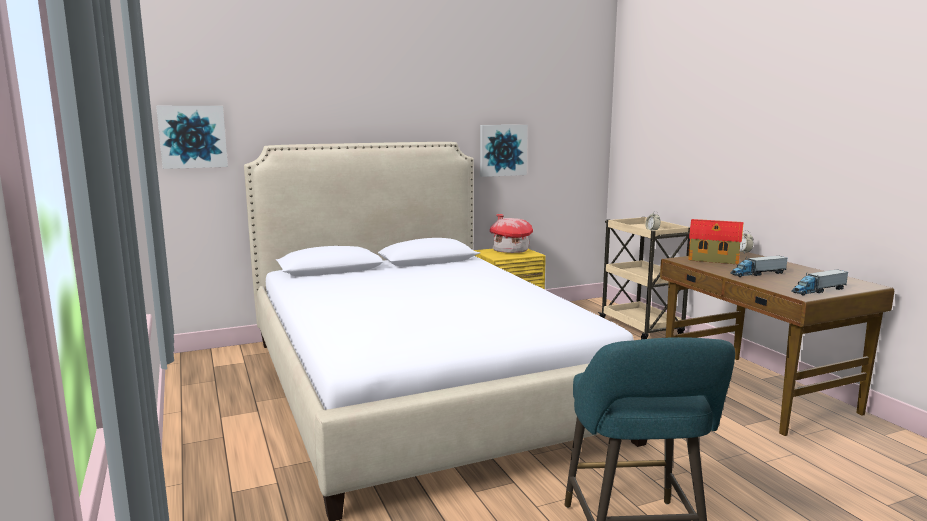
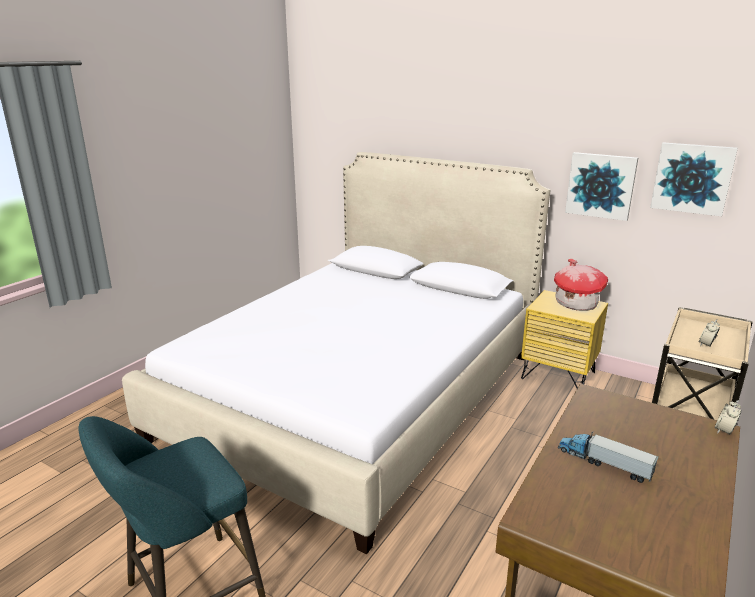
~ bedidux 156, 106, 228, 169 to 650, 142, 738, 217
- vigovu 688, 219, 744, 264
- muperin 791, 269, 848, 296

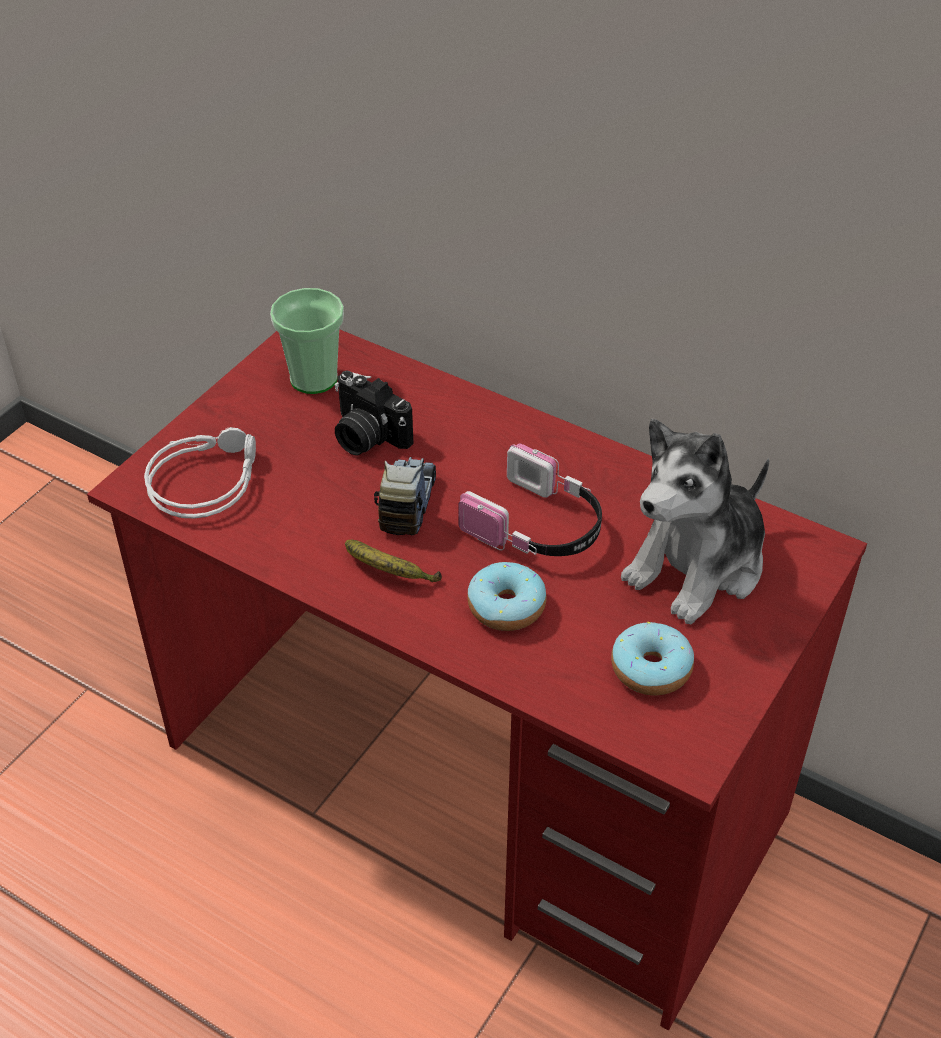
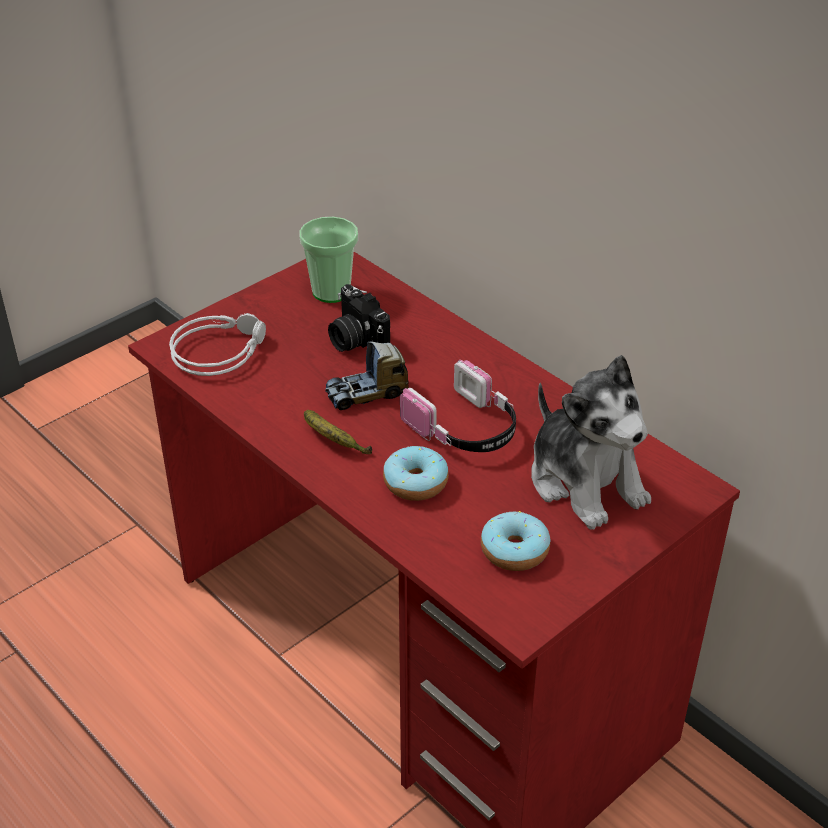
~ muperin 374, 457, 436, 536 = 325, 341, 409, 410 135 degrees counterclockwise
~ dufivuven 621, 419, 769, 624 = 531, 355, 651, 530 90 degrees counterclockwise

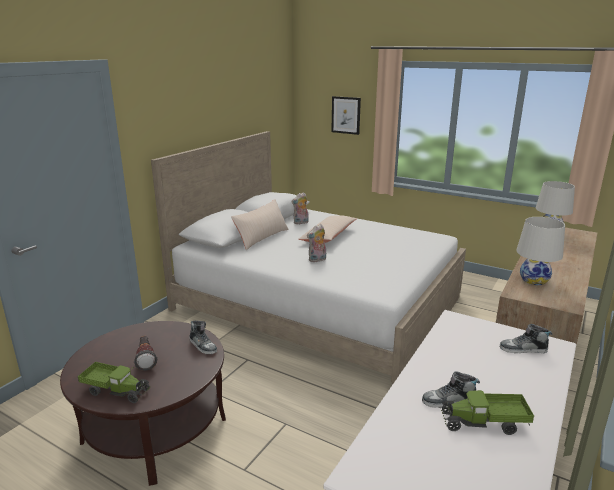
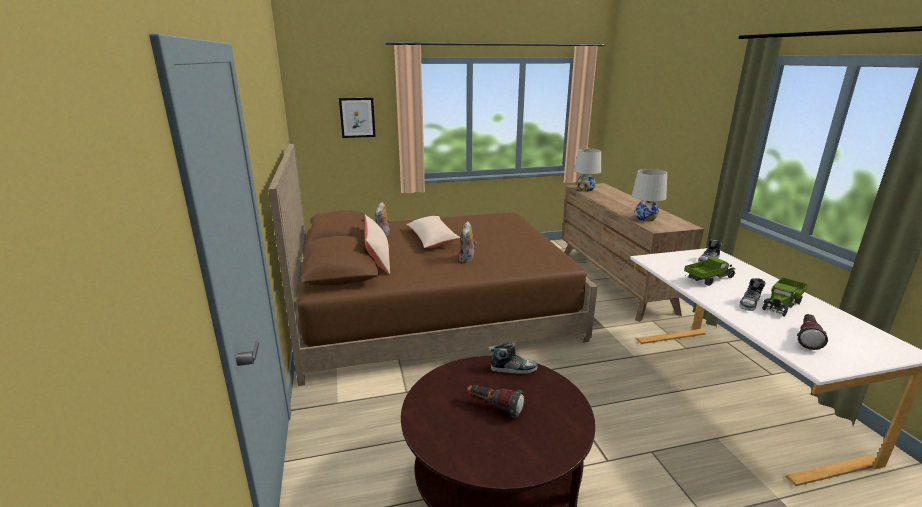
~ muperin 78, 362, 150, 403 to 684, 257, 736, 286
~ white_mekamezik 151, 131, 466, 385 to brown_mekamezik 268, 144, 598, 386
+ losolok 797, 314, 828, 350

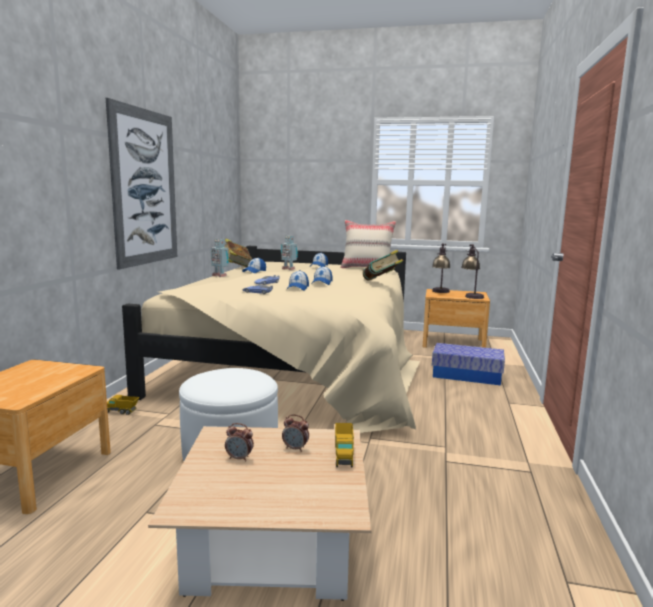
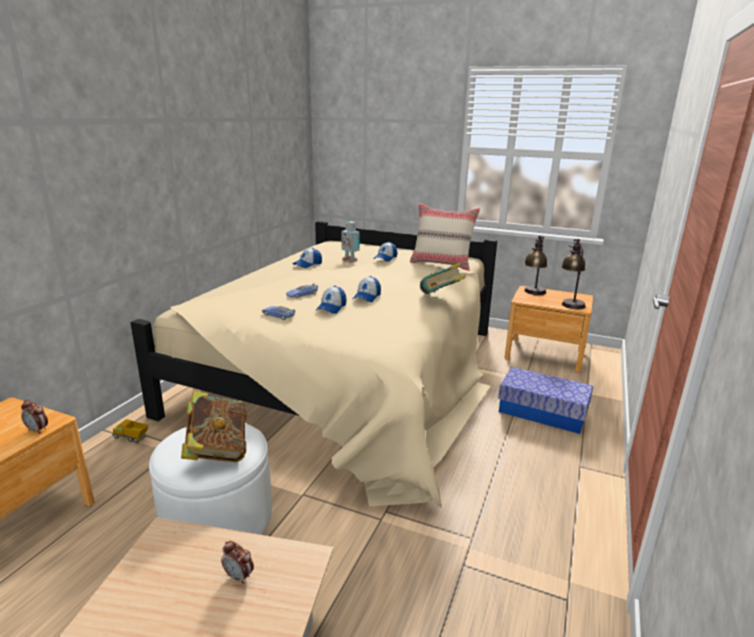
- bedidux 106, 98, 177, 269
- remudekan 211, 239, 229, 277
~ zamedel 223, 239, 252, 267 to 181, 391, 247, 462
~ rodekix 225, 423, 254, 462 to 21, 400, 48, 434
- muperin 335, 423, 354, 468

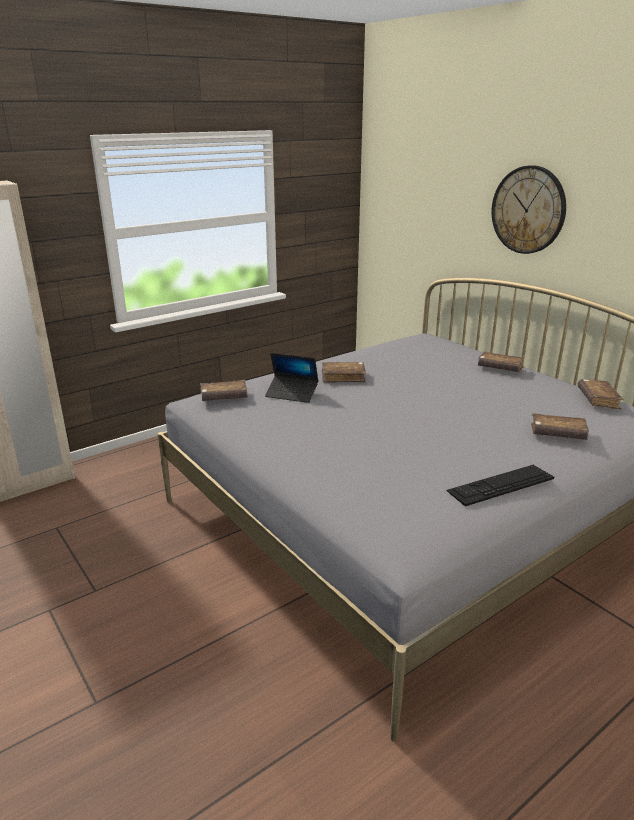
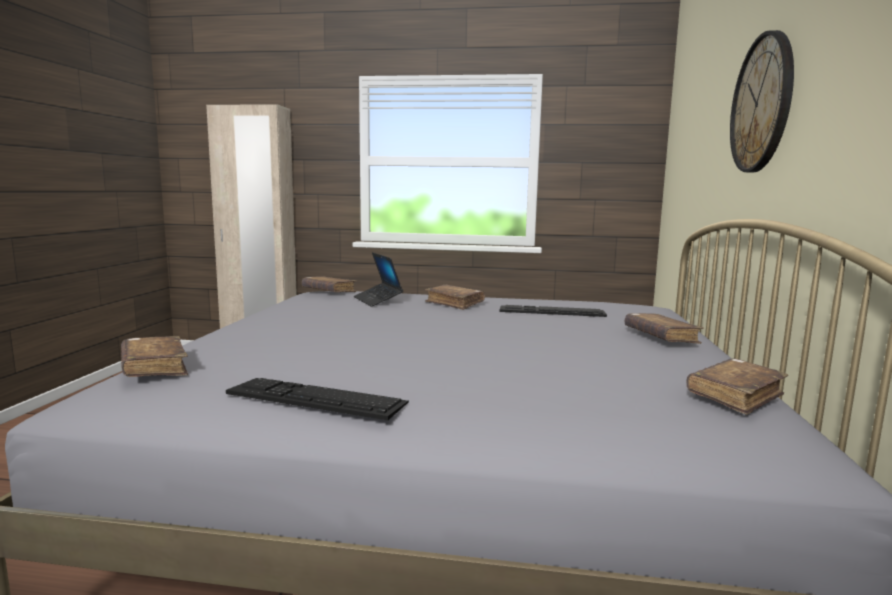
~ brown_zamedel 531, 413, 589, 440 to 121, 336, 188, 377
+ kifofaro 499, 305, 607, 317

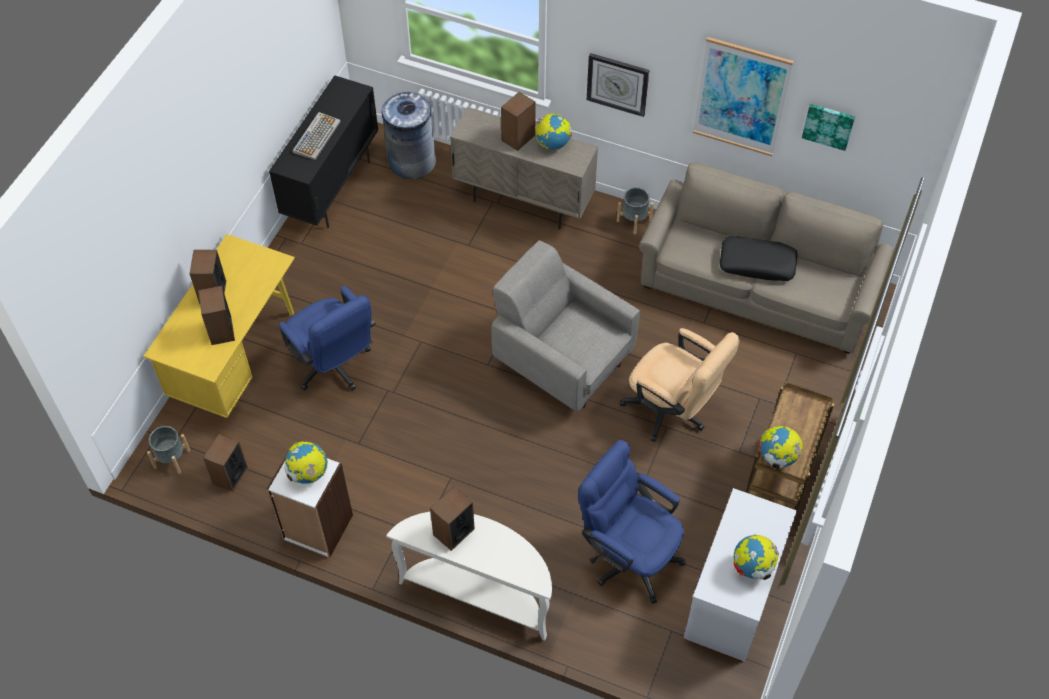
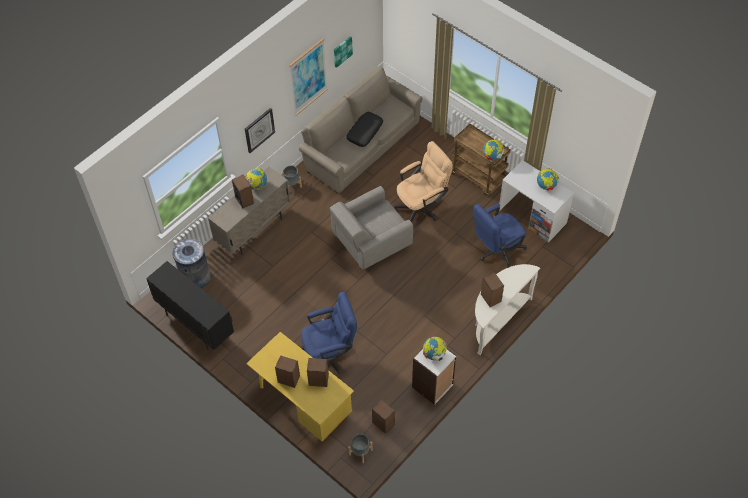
- kifofaro 292, 112, 341, 160

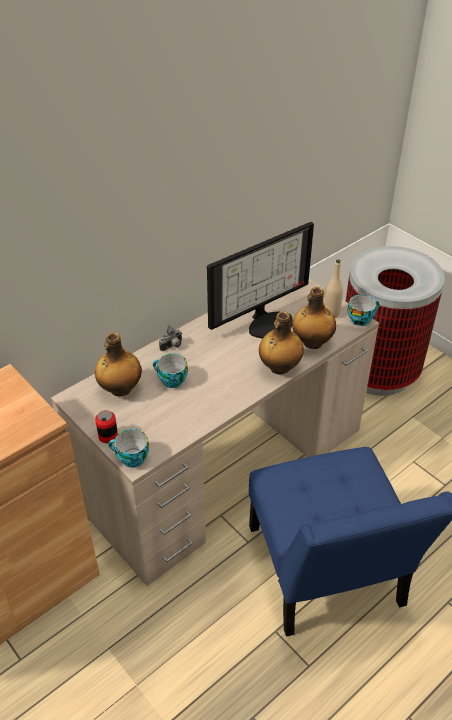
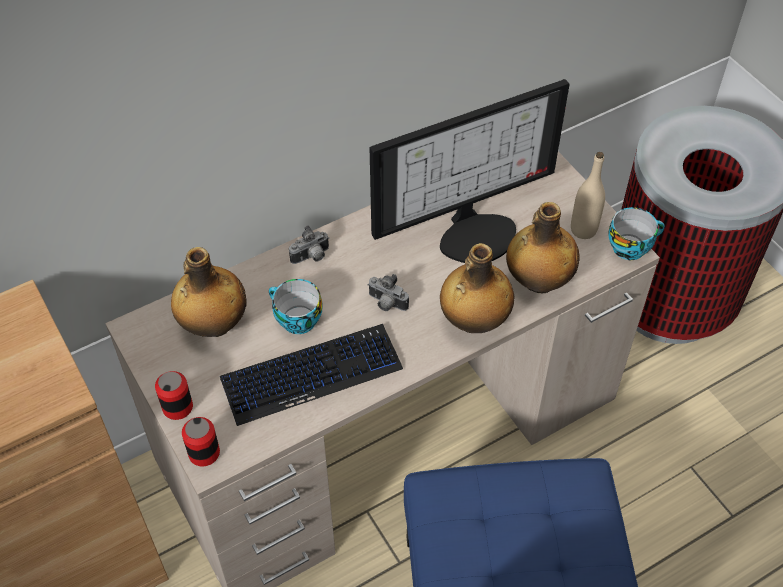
~ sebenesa 108, 429, 149, 467 to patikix 182, 417, 220, 467
+ kifofaro 220, 324, 403, 426
+ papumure 367, 274, 409, 311

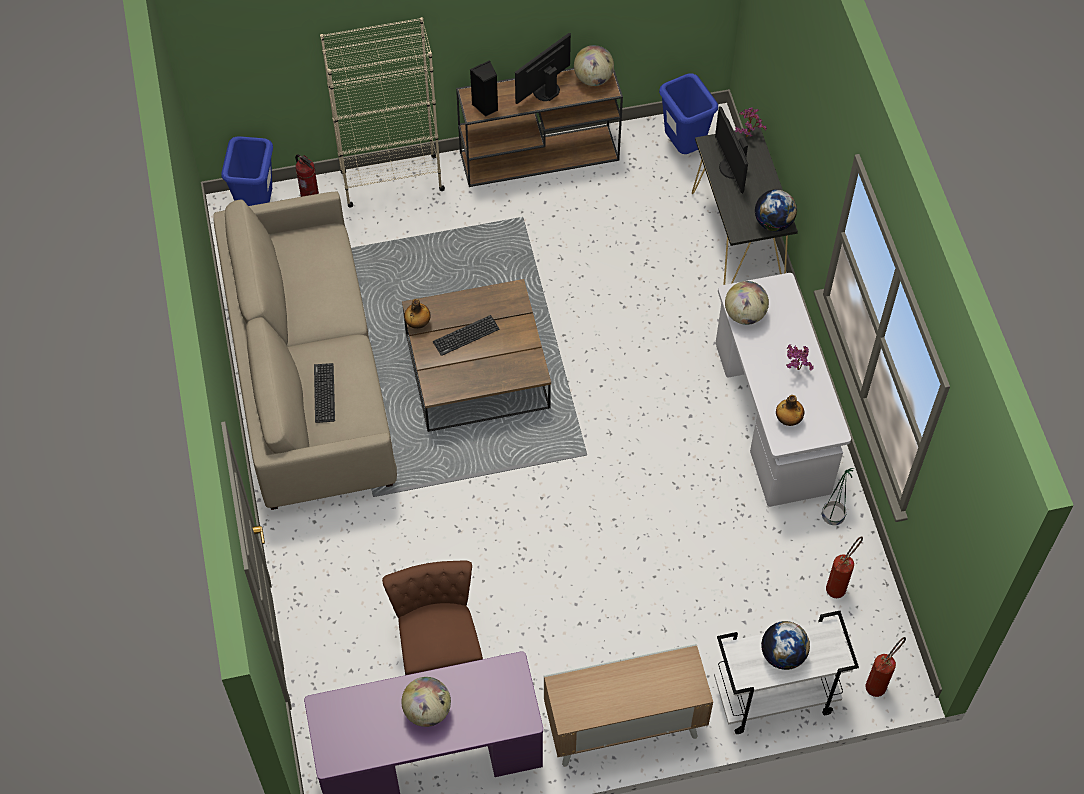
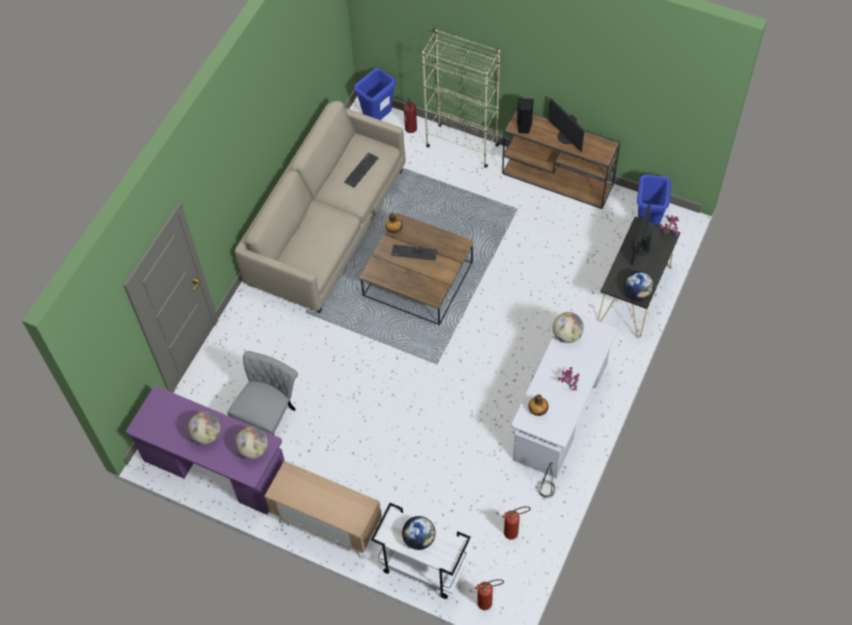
~ kifofaro 314, 363, 335, 423 to 344, 153, 378, 188
~ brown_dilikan 382, 560, 483, 675 to grey_dilikan 227, 351, 298, 435
~ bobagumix 515, 33, 571, 104 = 548, 98, 585, 152 120 degrees counterclockwise
~ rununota 574, 45, 614, 86 to 235, 427, 268, 459

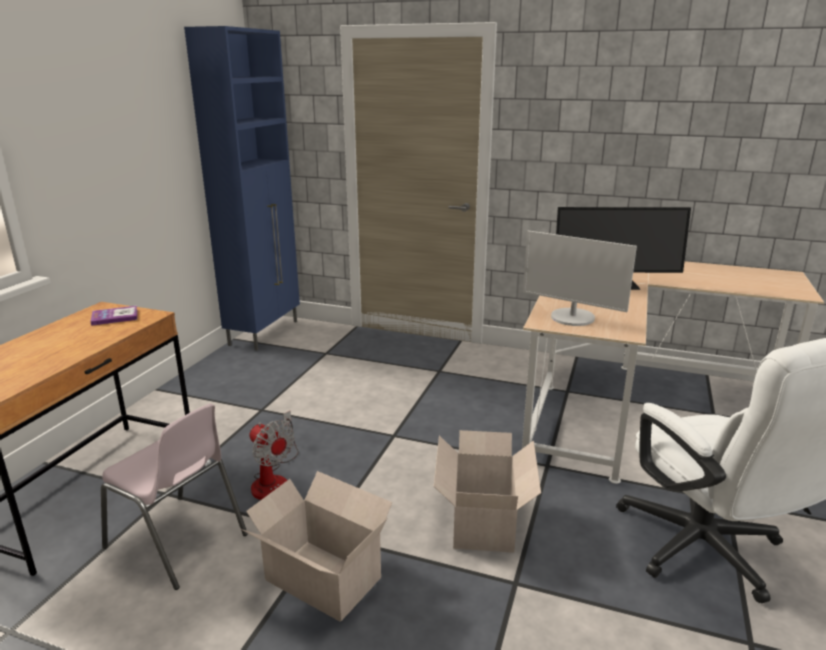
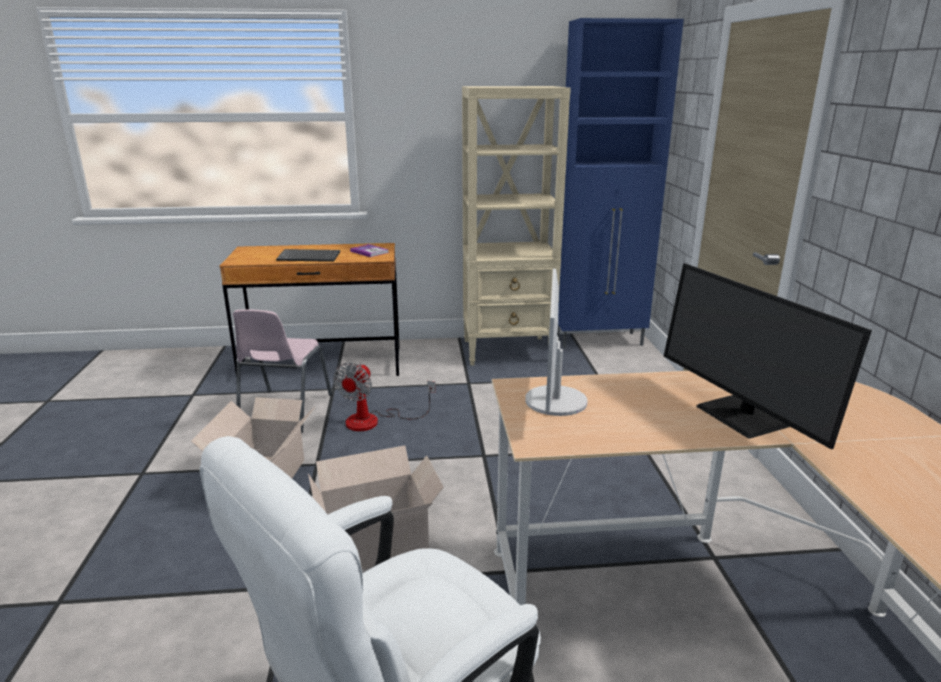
+ kifofaro 276, 249, 340, 262
+ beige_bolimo 462, 86, 571, 366

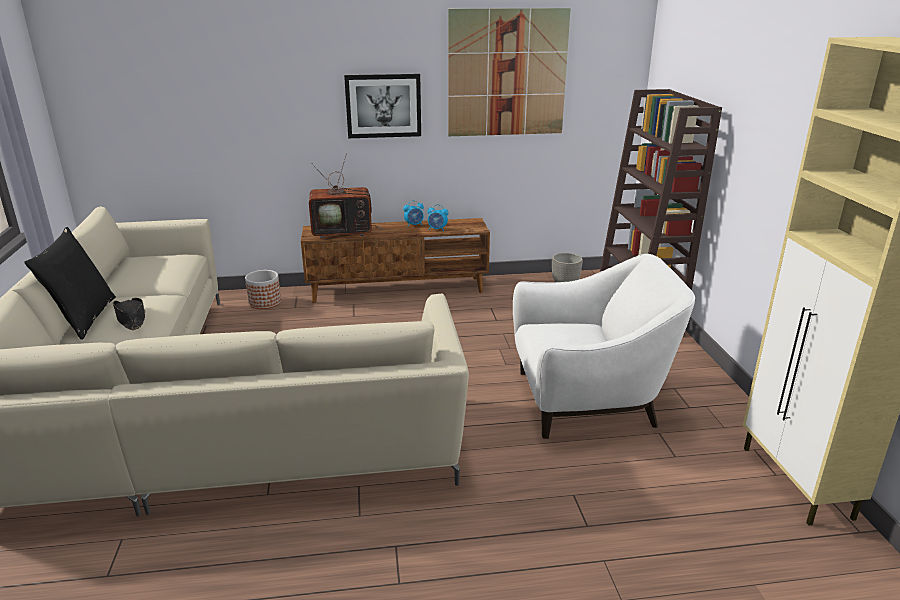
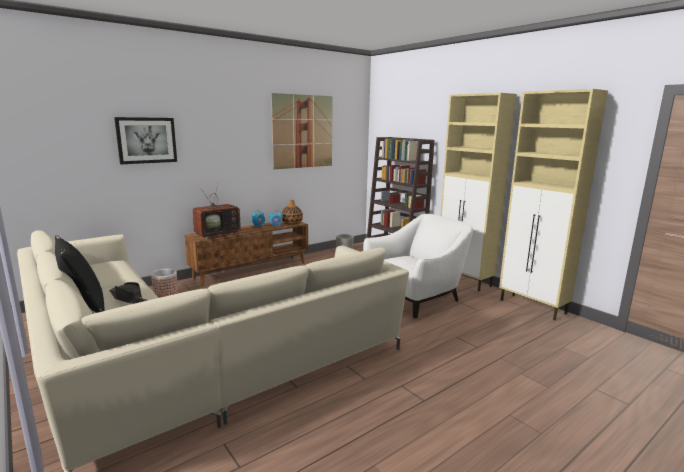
~ bedidux 344, 74, 421, 138 to 114, 117, 177, 164
+ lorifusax 281, 200, 303, 225
+ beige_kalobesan 440, 93, 517, 291

